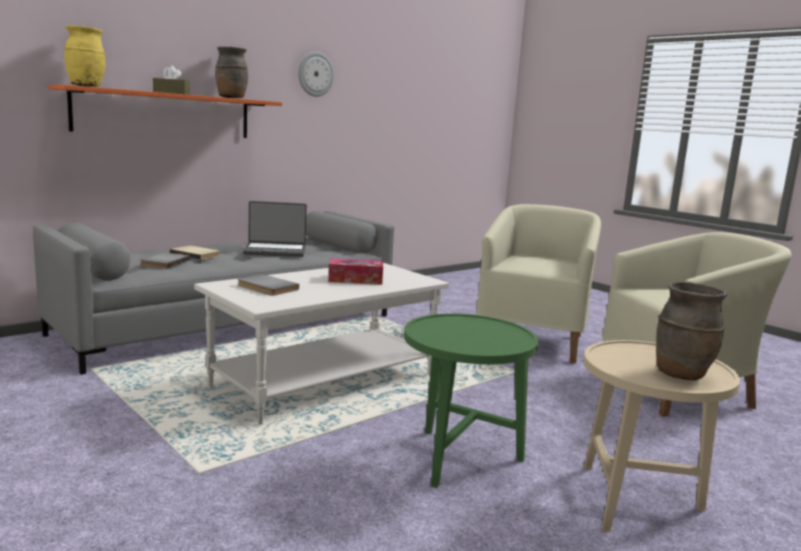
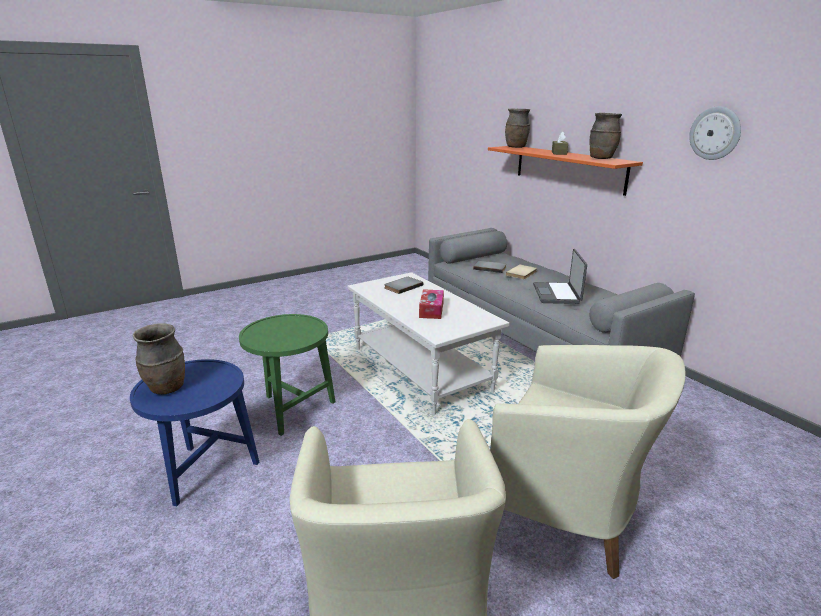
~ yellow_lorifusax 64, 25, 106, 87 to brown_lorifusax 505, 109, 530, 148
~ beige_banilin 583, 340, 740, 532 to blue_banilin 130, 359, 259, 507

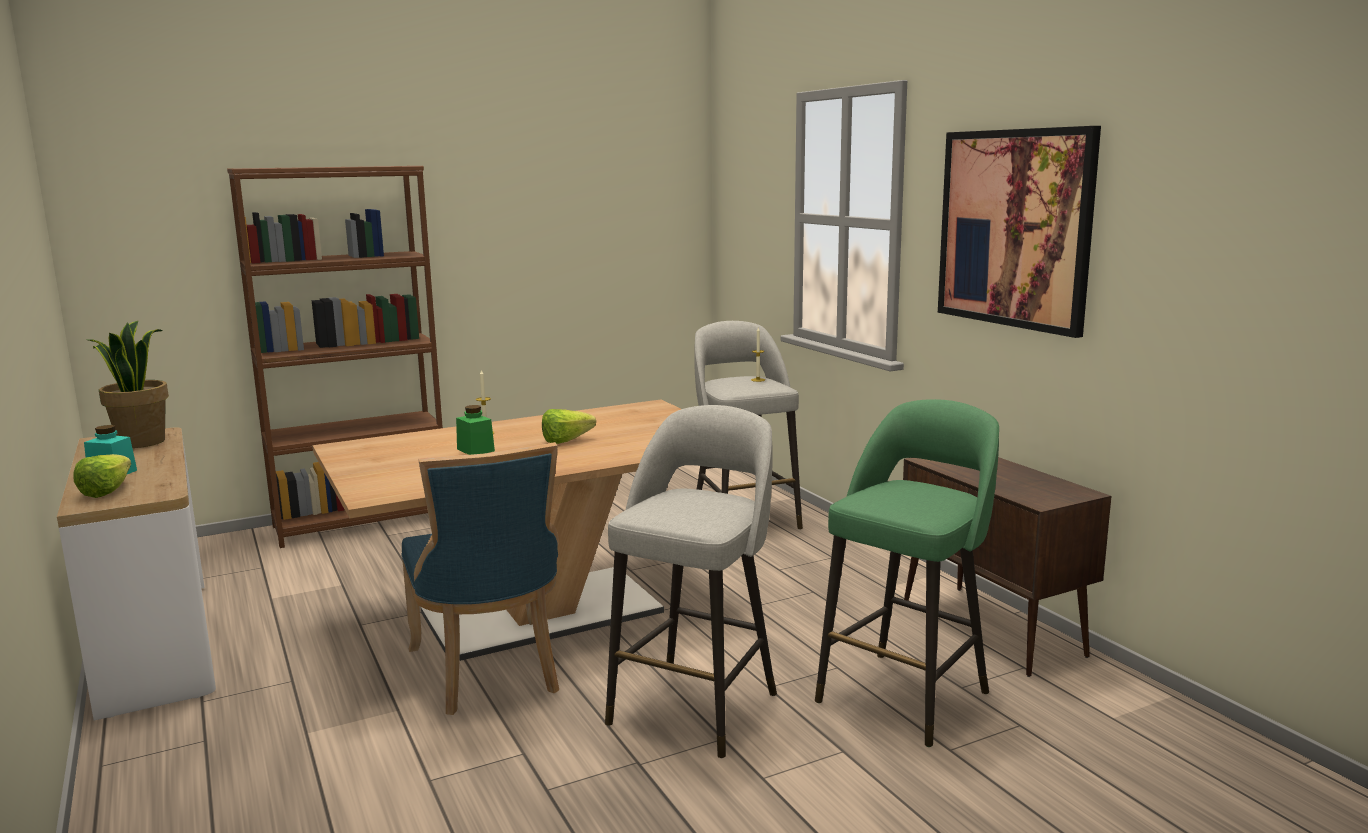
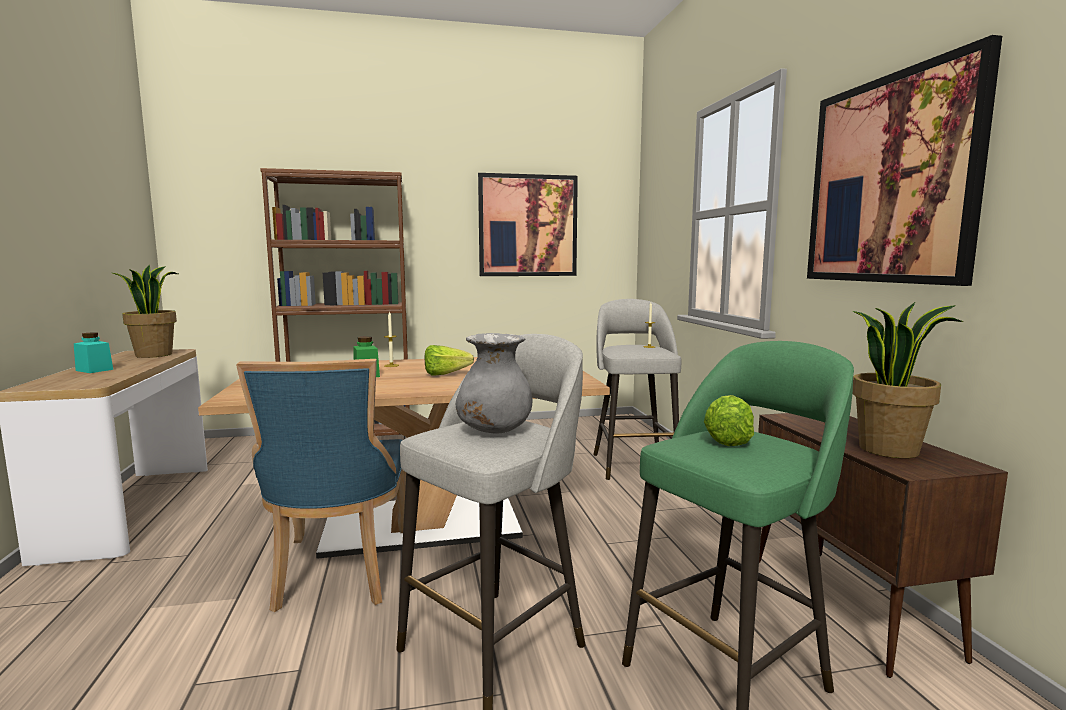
~ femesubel 74, 454, 131, 498 to 704, 395, 754, 446
+ grey_lorifusax 456, 333, 532, 433
+ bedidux 478, 173, 578, 276
+ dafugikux 852, 301, 963, 458

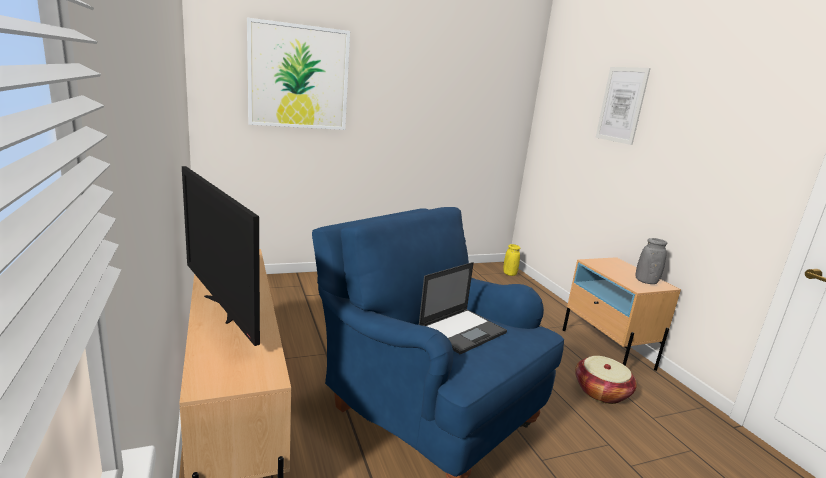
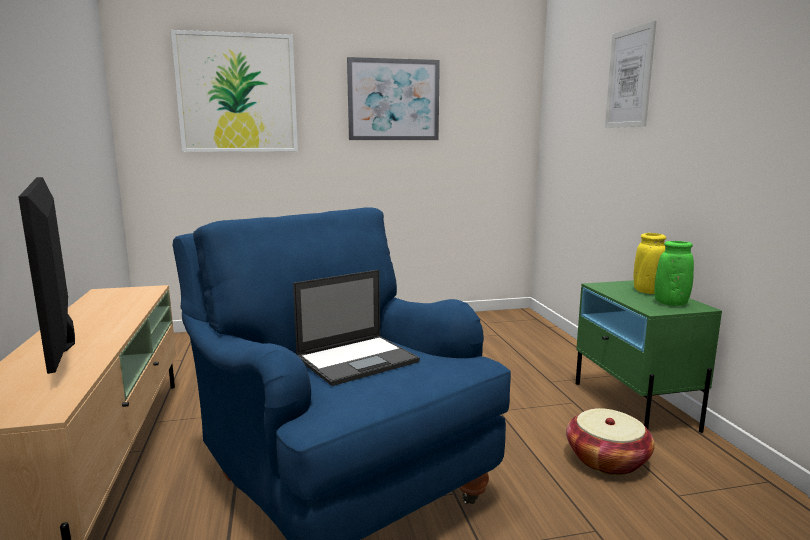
~ yellow_lorifusax 503, 244, 520, 276 to 634, 233, 666, 294
~ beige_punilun 563, 257, 681, 371 to green_punilun 576, 280, 722, 433
~ grey_lorifusax 636, 238, 667, 284 to green_lorifusax 654, 241, 694, 306
+ bedidux 347, 57, 440, 140

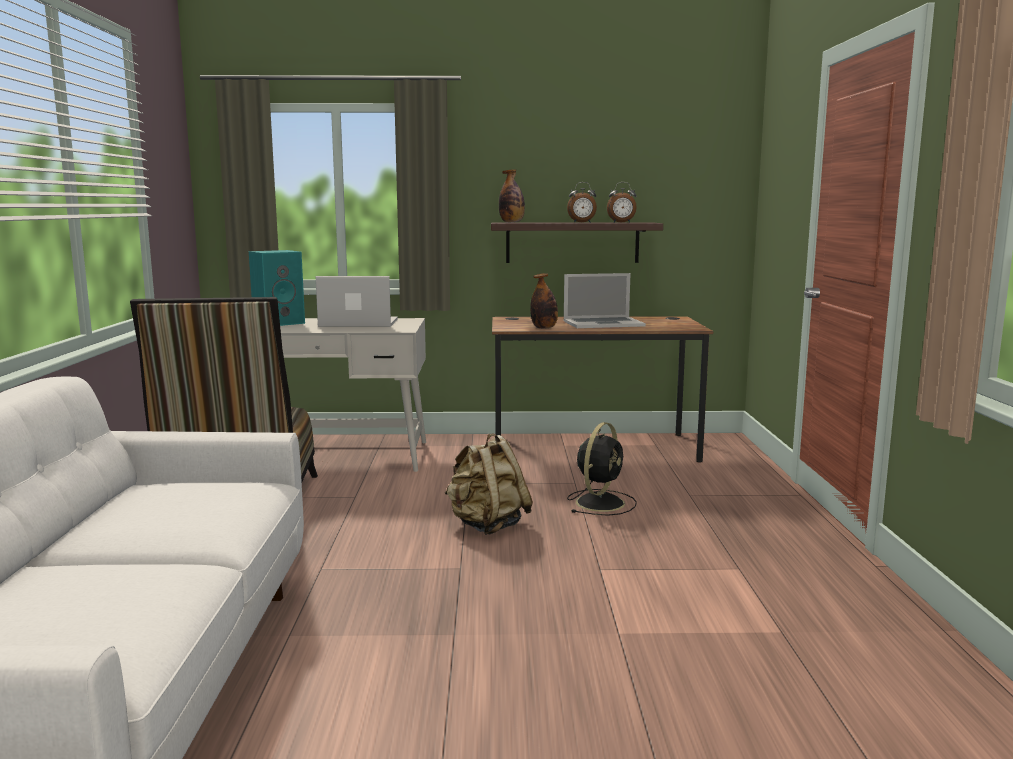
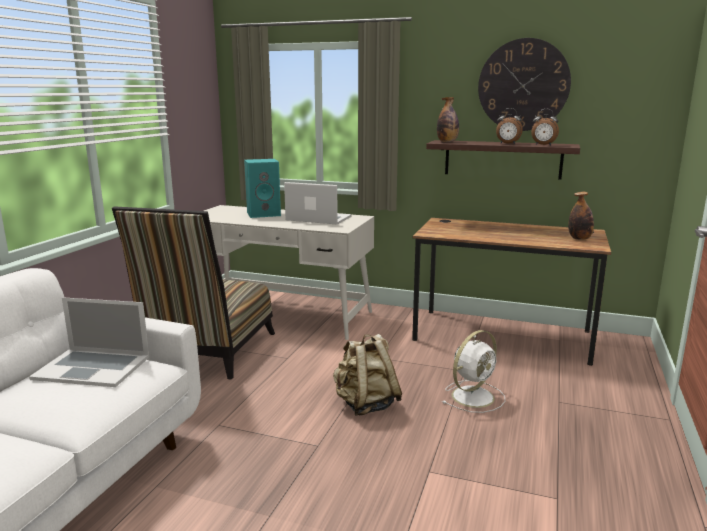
~ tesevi 530, 273, 558, 329 to 568, 192, 594, 240
~ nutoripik 564, 273, 646, 328 to 29, 297, 149, 387
~ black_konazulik 567, 422, 637, 516 to white_konazulik 442, 330, 505, 413
+ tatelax 478, 38, 571, 131

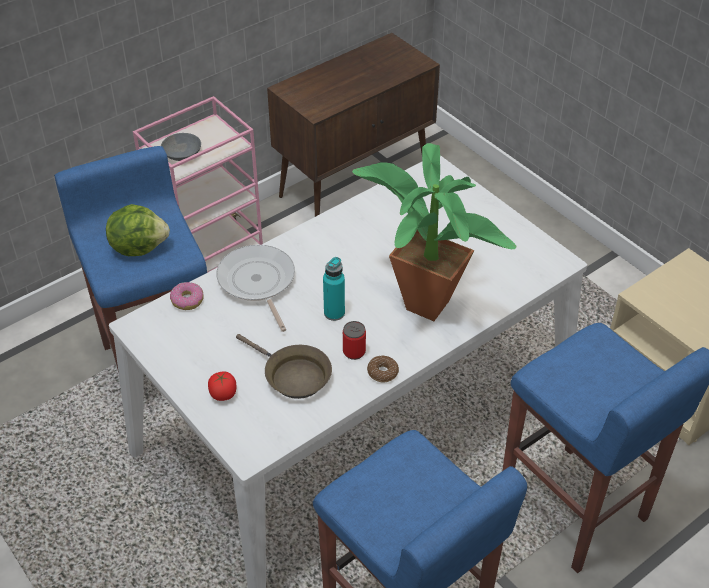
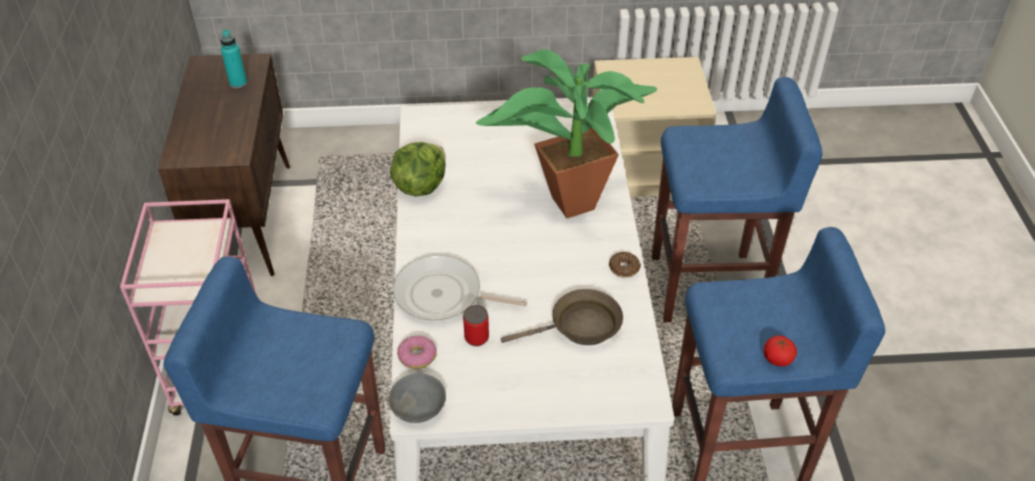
~ femesubel 106, 204, 170, 256 to 390, 142, 446, 197
~ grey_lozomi 161, 133, 201, 161 to 388, 374, 446, 423
~ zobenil 208, 371, 237, 401 to 764, 335, 797, 366
~ turquoise_tesevi 323, 257, 345, 321 to 220, 30, 247, 88
~ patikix 343, 321, 366, 360 to 463, 305, 489, 346

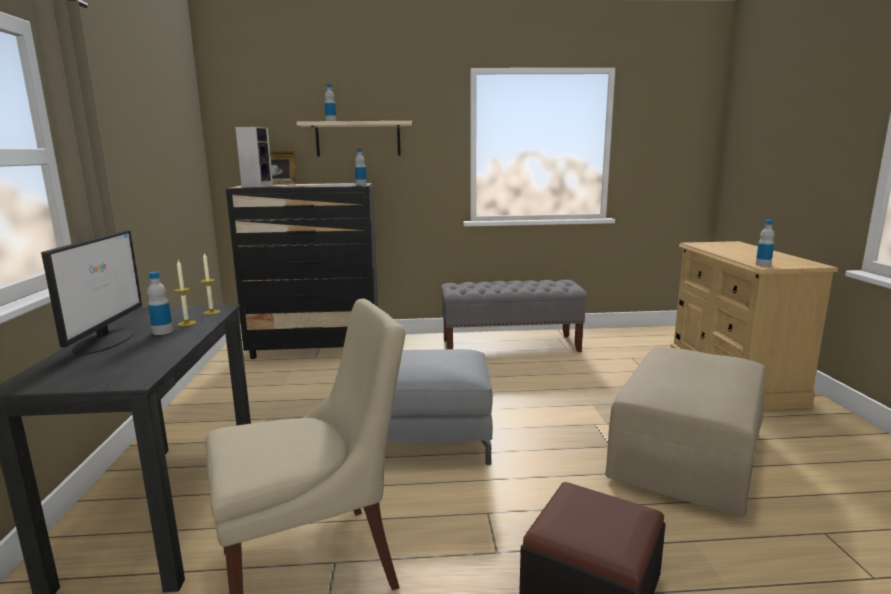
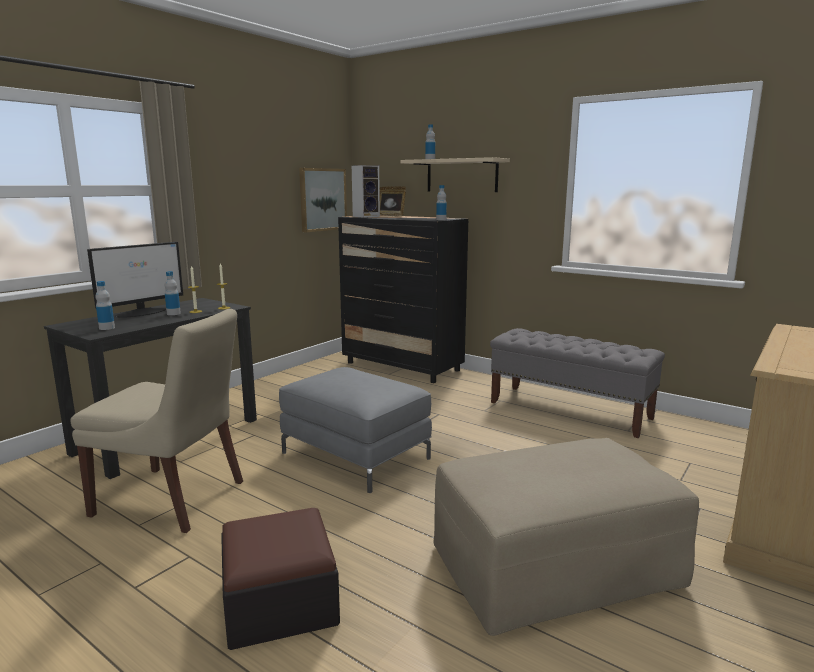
~ tesevi 755, 220, 775, 267 to 95, 281, 115, 330
+ bedidux 299, 168, 347, 232

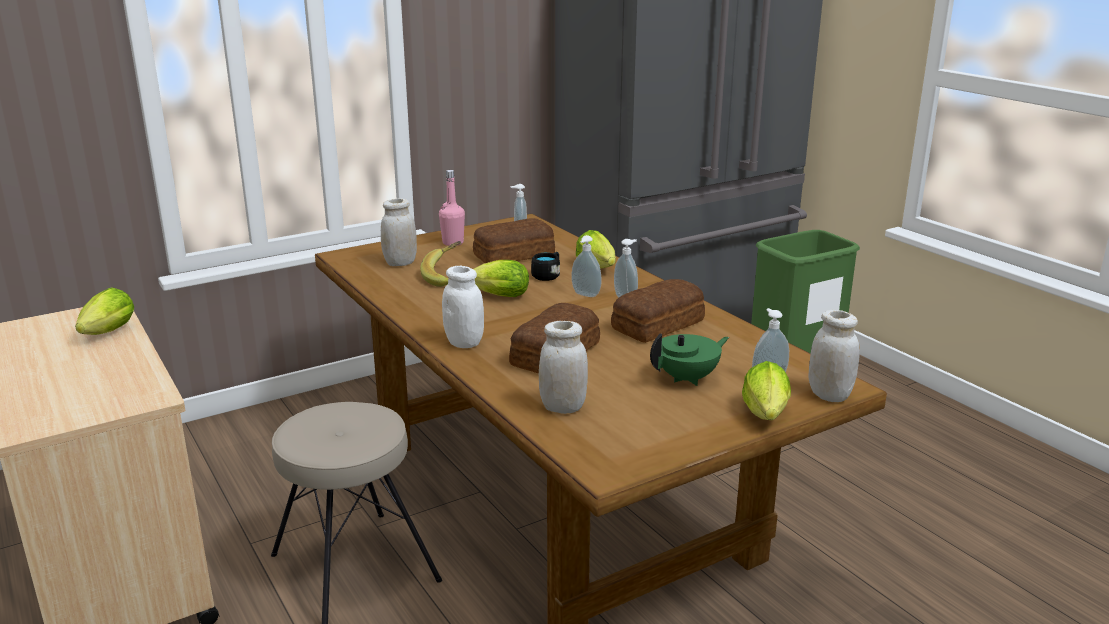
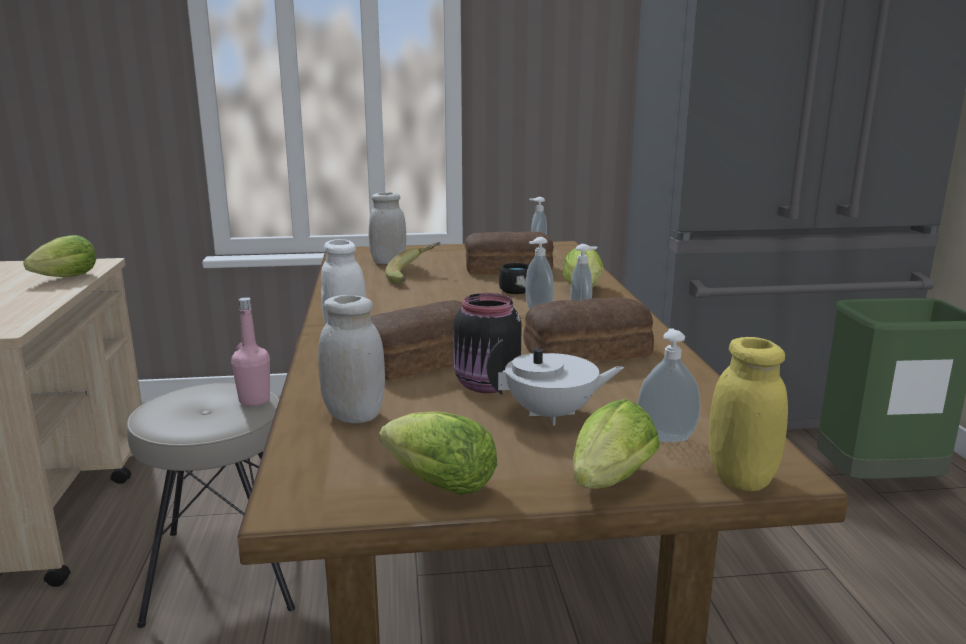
~ pink_tesevi 439, 170, 465, 246 to 231, 297, 270, 406
~ femesubel 473, 260, 529, 297 to 379, 411, 497, 495
~ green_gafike 650, 333, 729, 386 to white_gafike 486, 339, 624, 426
~ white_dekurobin 808, 310, 860, 402 to yellow_dekurobin 709, 337, 788, 491
+ black_dekurobin 453, 293, 522, 393

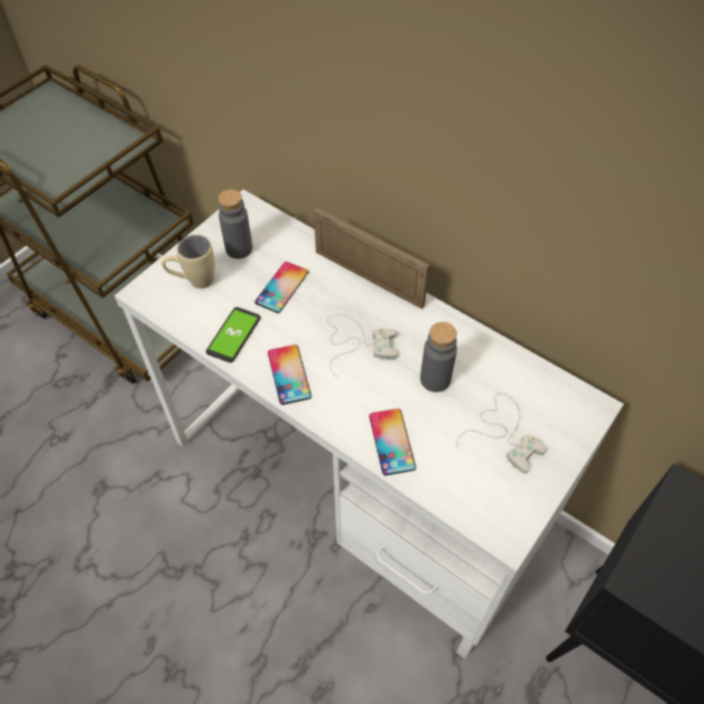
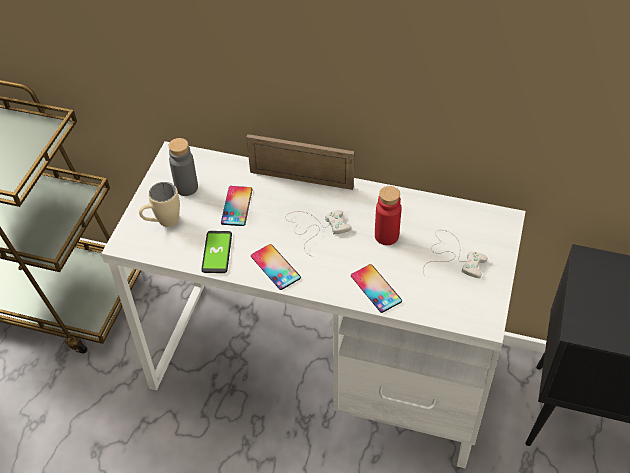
~ grey_tesevi 420, 322, 457, 392 to red_tesevi 375, 186, 402, 245

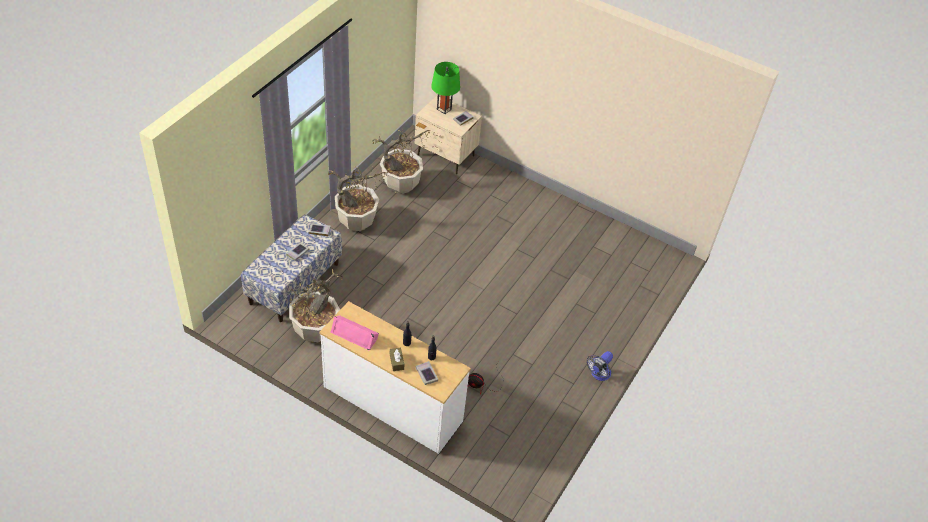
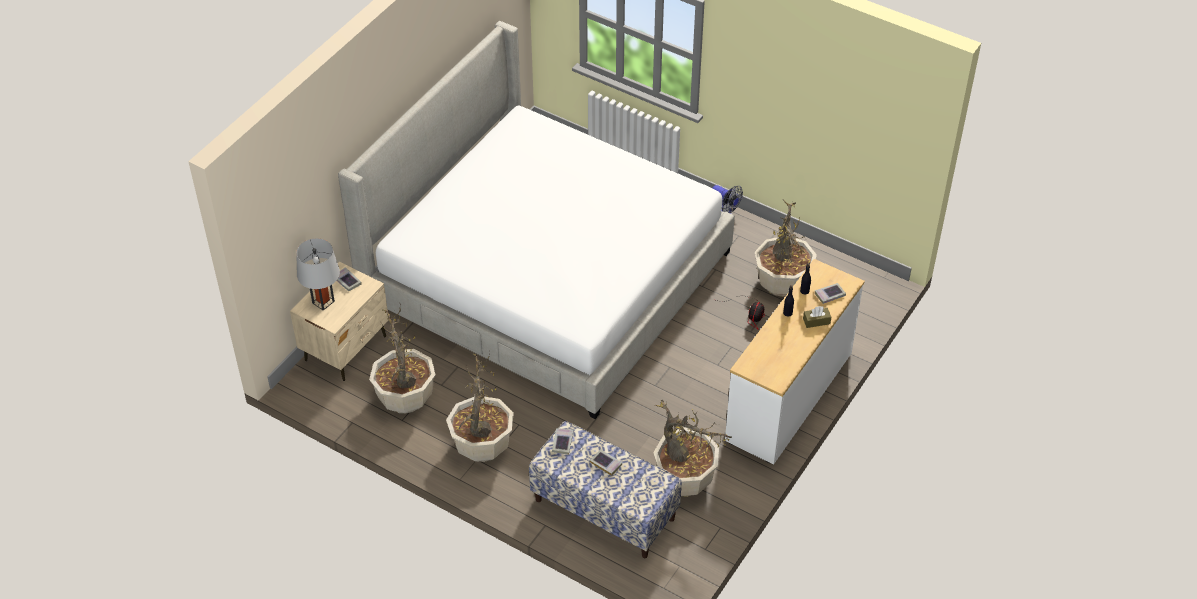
- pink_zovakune 330, 315, 379, 351
~ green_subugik 431, 62, 460, 114 to grey_subugik 296, 238, 340, 310
+ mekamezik 338, 21, 735, 419
+ dafugikux 755, 199, 817, 297

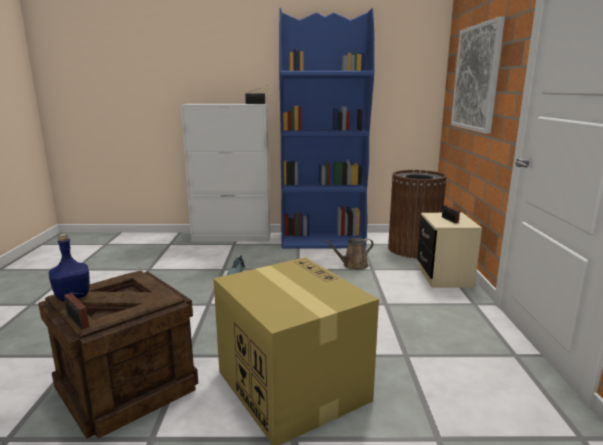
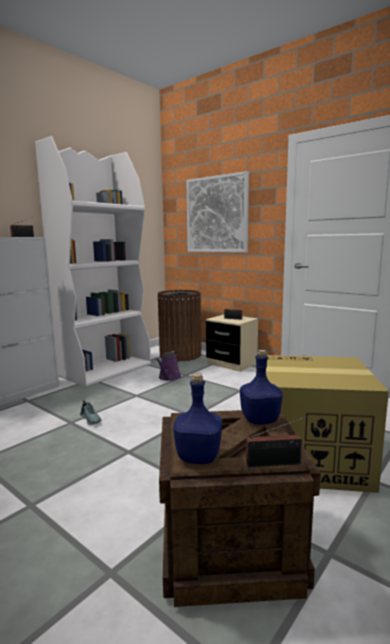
~ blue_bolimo 279, 8, 375, 248 to white_bolimo 35, 136, 151, 387
~ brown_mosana 324, 238, 374, 269 to purple_mosana 156, 351, 181, 381
+ blue_tesevi 240, 350, 282, 425

